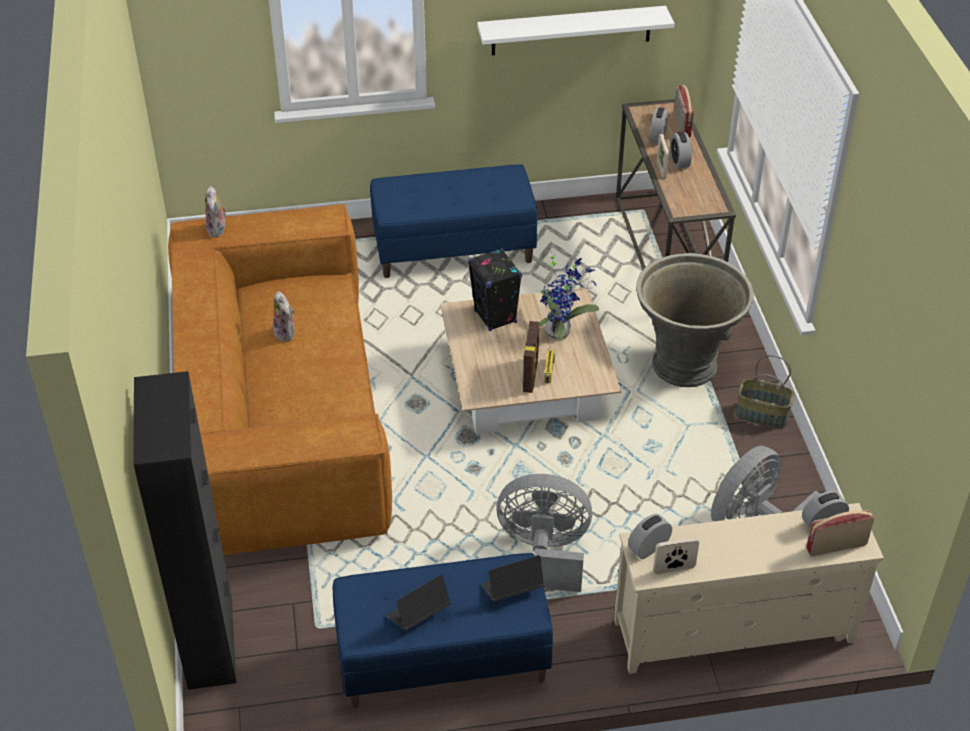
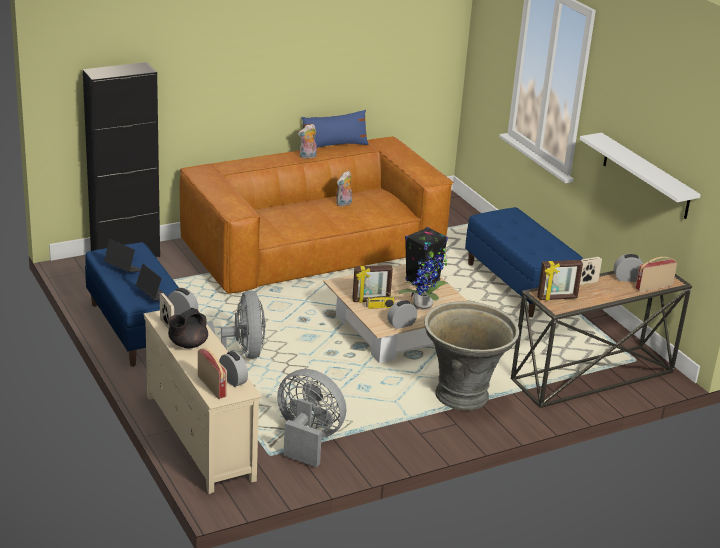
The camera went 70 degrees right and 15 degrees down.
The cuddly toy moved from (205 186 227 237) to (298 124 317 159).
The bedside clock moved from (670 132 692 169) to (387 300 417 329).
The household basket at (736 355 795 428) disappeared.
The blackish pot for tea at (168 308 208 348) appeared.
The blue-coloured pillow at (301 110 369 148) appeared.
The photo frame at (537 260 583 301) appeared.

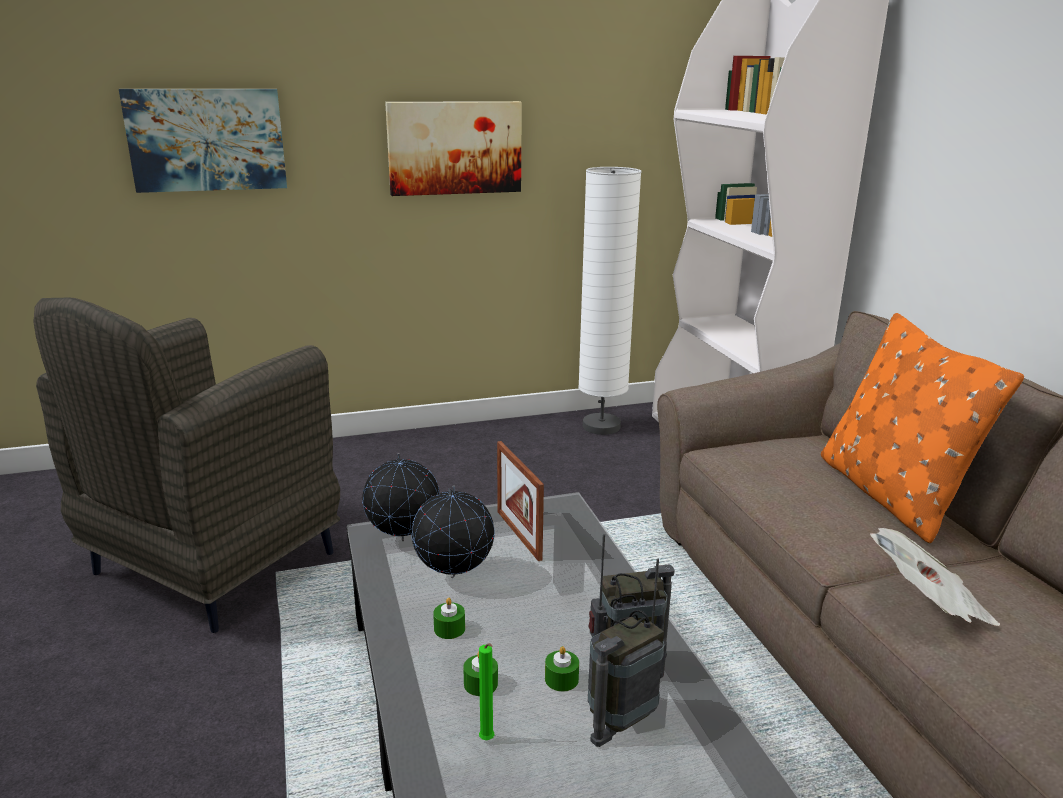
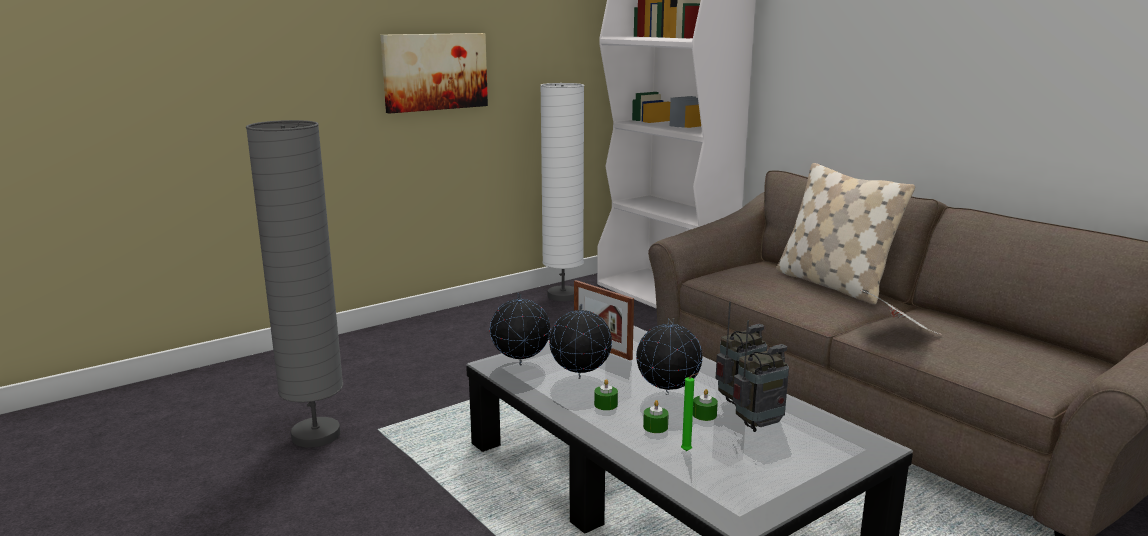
The camera went 20 degrees left and 5 degrees down.
The greyish lounge chair at (33 298 340 633) was replaced by the greyish standard lamp at (246 120 343 448).
The wall picture at (119 89 287 193) disappeared.
The radio set at (588 559 667 747) turned 150 degrees counterclockwise.
The orangey pillow at (821 313 1024 543) became the beige pillow at (776 163 915 305).
The world globe at (636 318 703 395) appeared.

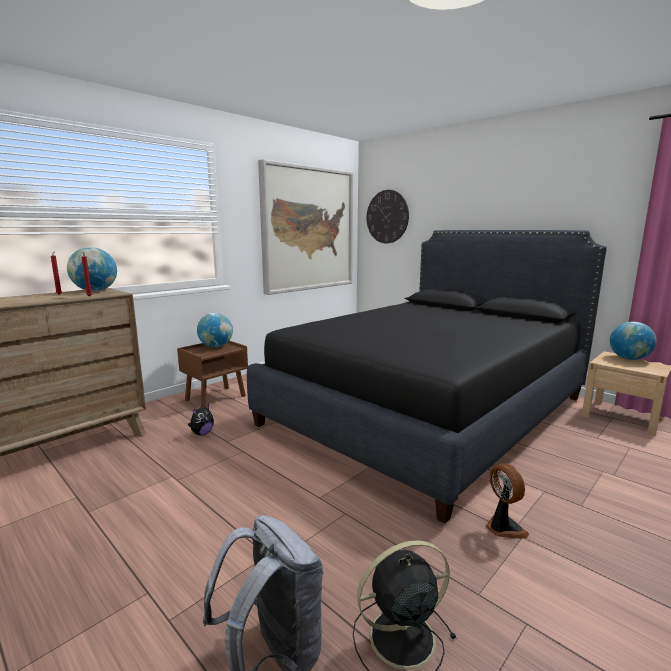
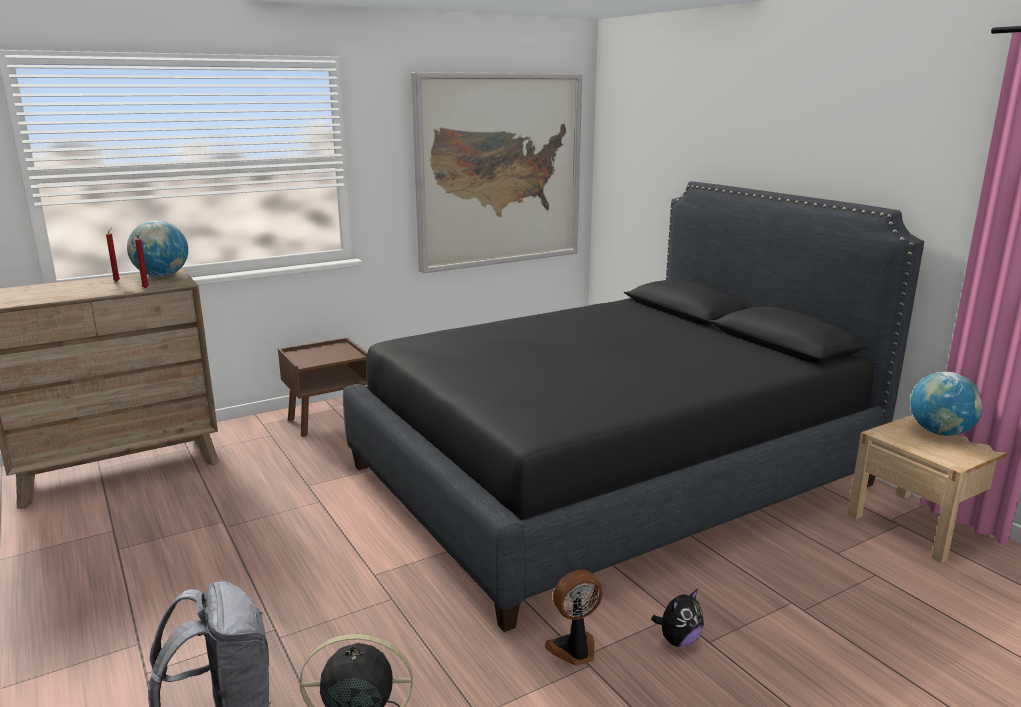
The camera went 15 degrees right and 5 degrees up.
The cuddly toy moved from (188 404 214 436) to (651 589 704 647).
The world globe at (197 313 233 348) disappeared.
The hanging clock at (366 190 409 243) disappeared.
The cooling fan at (485 463 529 539) turned 105 degrees counterclockwise.

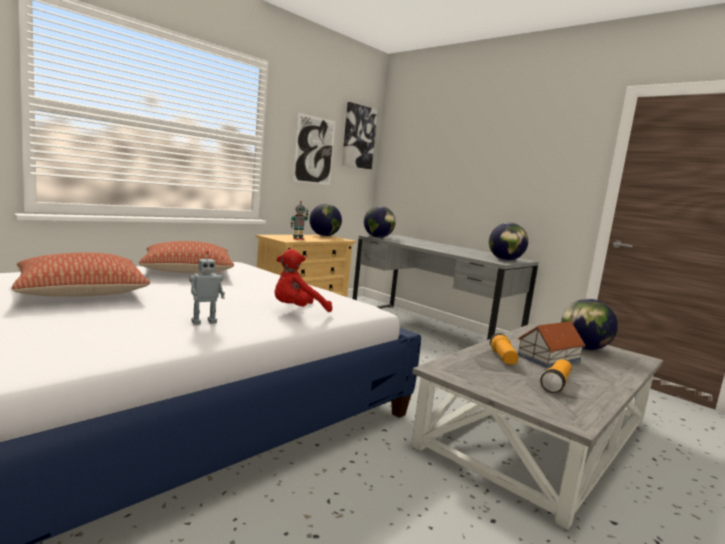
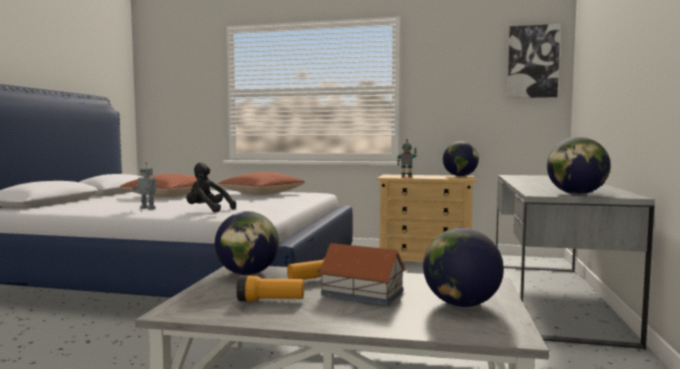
The camera went 60 degrees right and 5 degrees down.
The red-coloured cuddly toy at (274 249 332 312) became the blackish cuddly toy at (186 163 236 213).
The wall picture at (293 113 335 185) disappeared.
The world globe moved from (364 206 396 238) to (215 211 279 275).

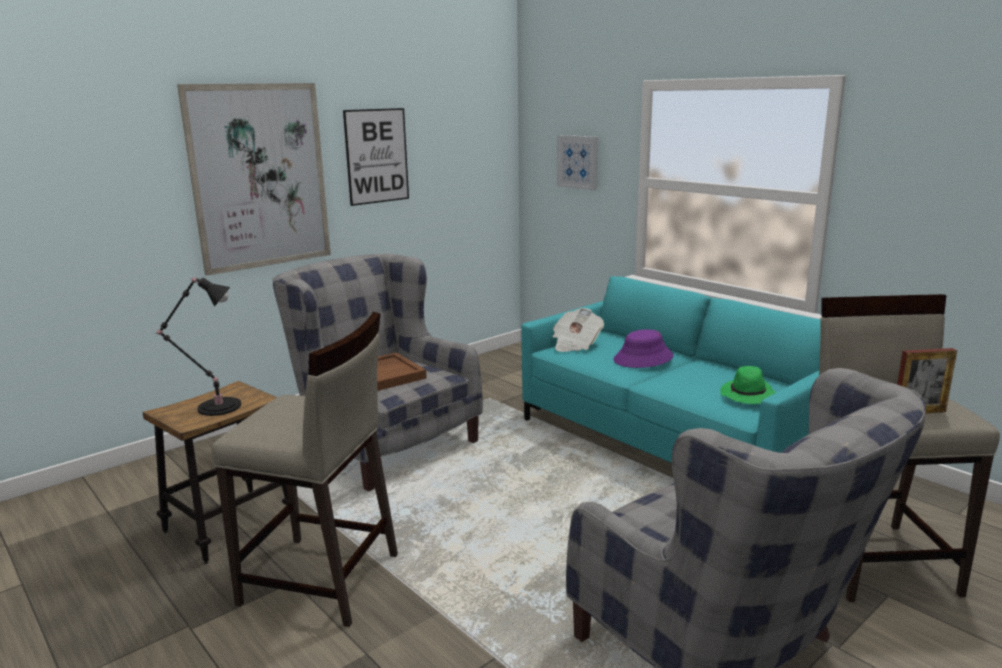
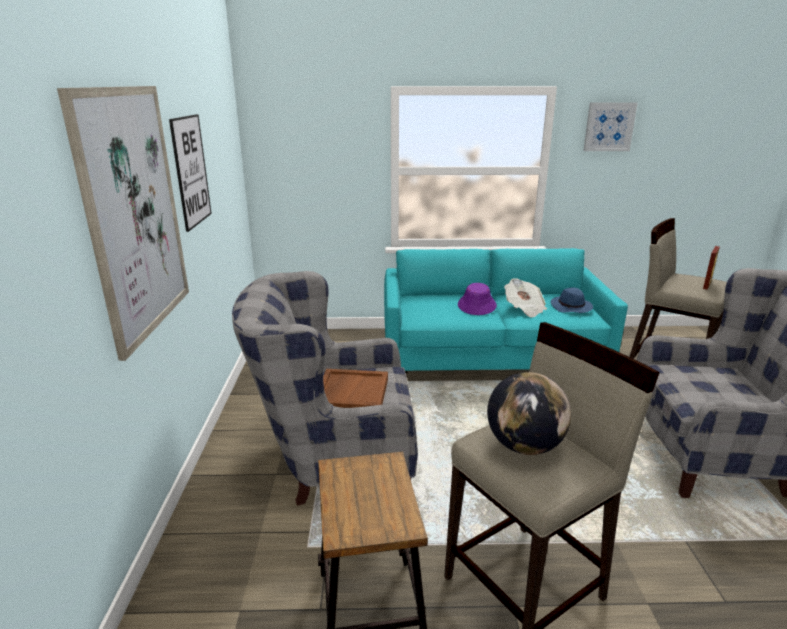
The camera went 50 degrees left and 5 degrees up.
The blackish lamp for a table at (155 277 241 416) disappeared.
The printed paper moved from (552 308 604 352) to (504 278 547 317).
The wall picture moved from (557 135 598 191) to (583 102 638 151).
The greenish wearable hat at (720 366 776 404) became the blue-coloured wearable hat at (551 287 593 313).
The world globe at (487 372 571 455) appeared.

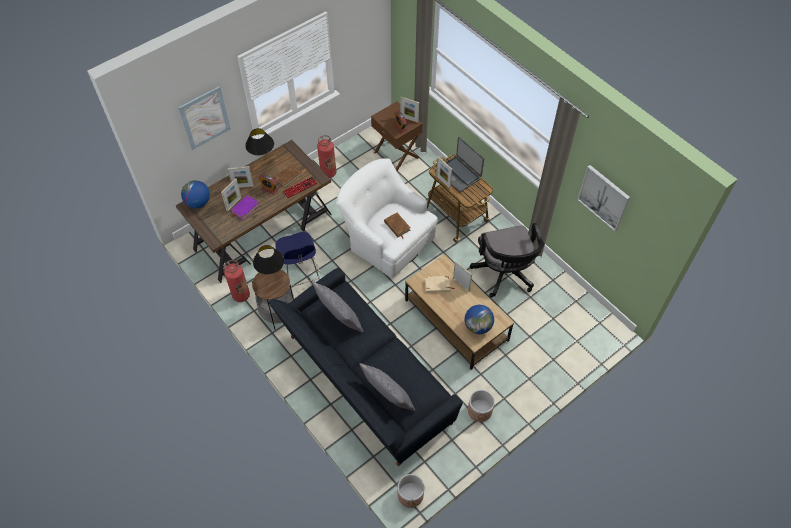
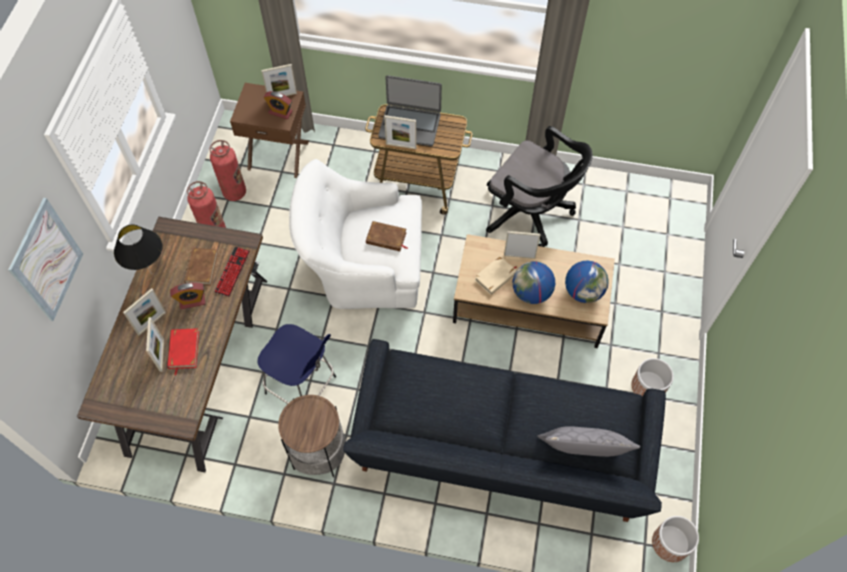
The camera went 40 degrees left and 5 degrees up.
The world globe moved from (181 180 210 208) to (513 261 555 304).
The extinguisher moved from (224 260 250 302) to (210 140 246 201).
The purple-coloured book at (231 195 259 220) became the red-coloured book at (167 328 199 375).
The blackish lamp for a table at (253 245 284 279) disappeared.
The greyish pillow at (312 281 364 333) disappeared.
The wall picture at (577 165 630 231) disappeared.

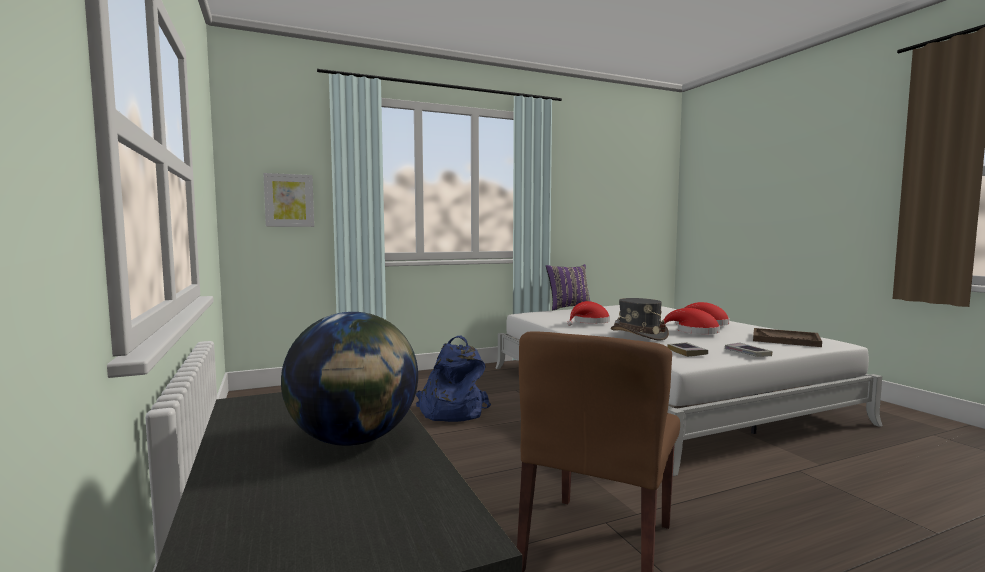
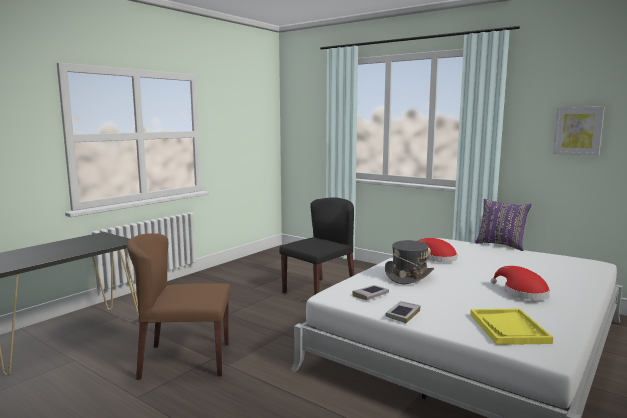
The camera went 60 degrees right and 5 degrees up.
The wall picture moved from (263 173 314 227) to (553 107 605 156).
The world globe at (281 312 418 446) disappeared.
The blue-coloured knapsack at (416 336 491 422) was replaced by the blackish chair at (279 197 354 295).
The red-coloured wearable hat at (664 308 720 334) disappeared.
The brown carrying tray at (753 328 822 347) became the yellow carrying tray at (470 309 553 345).

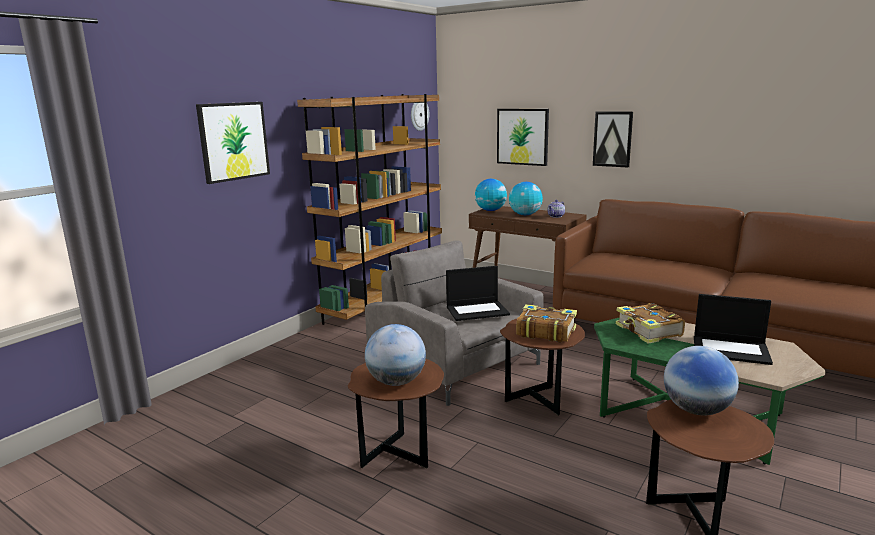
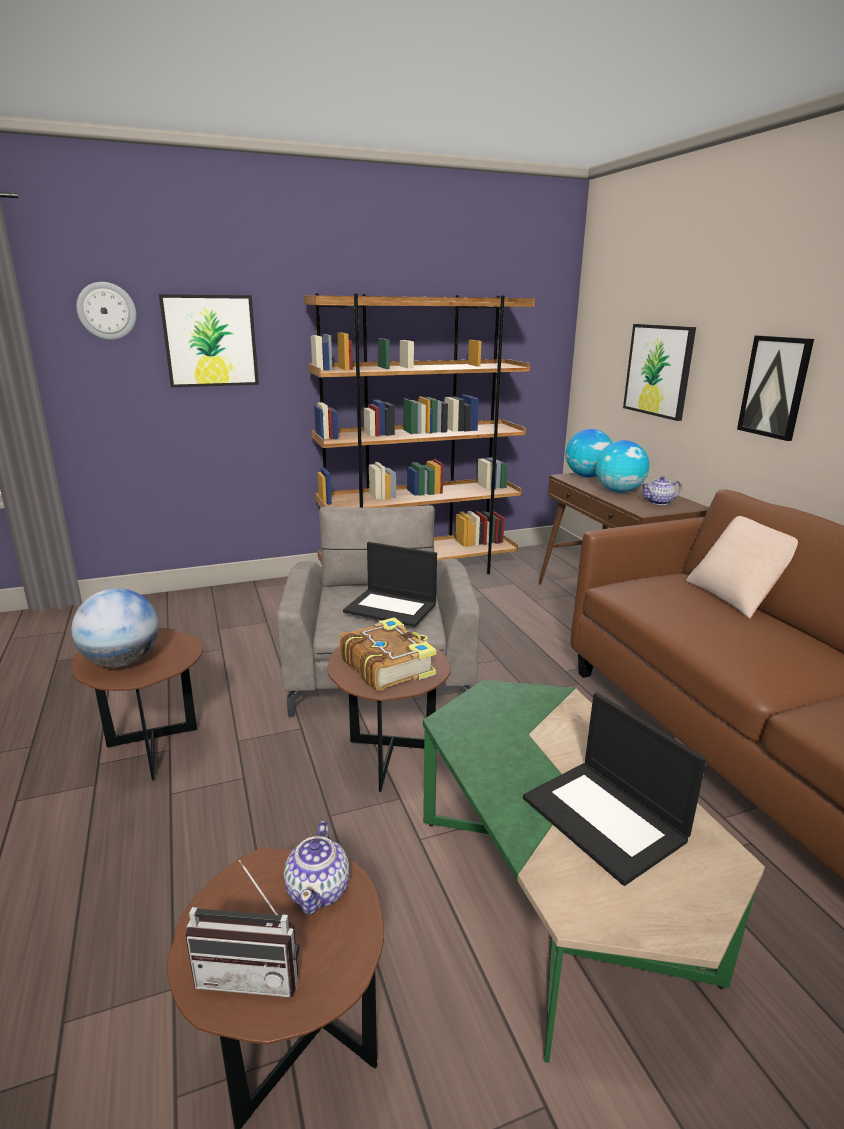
The camera went 35 degrees right and 5 degrees up.
The hanging clock moved from (411 103 429 131) to (76 282 136 340).
The book at (616 303 685 343) disappeared.
The world globe at (664 346 739 415) was replaced by the pot for tea at (284 820 350 915).
The radio set at (185 860 299 997) appeared.
The beige pillow at (686 516 798 619) appeared.

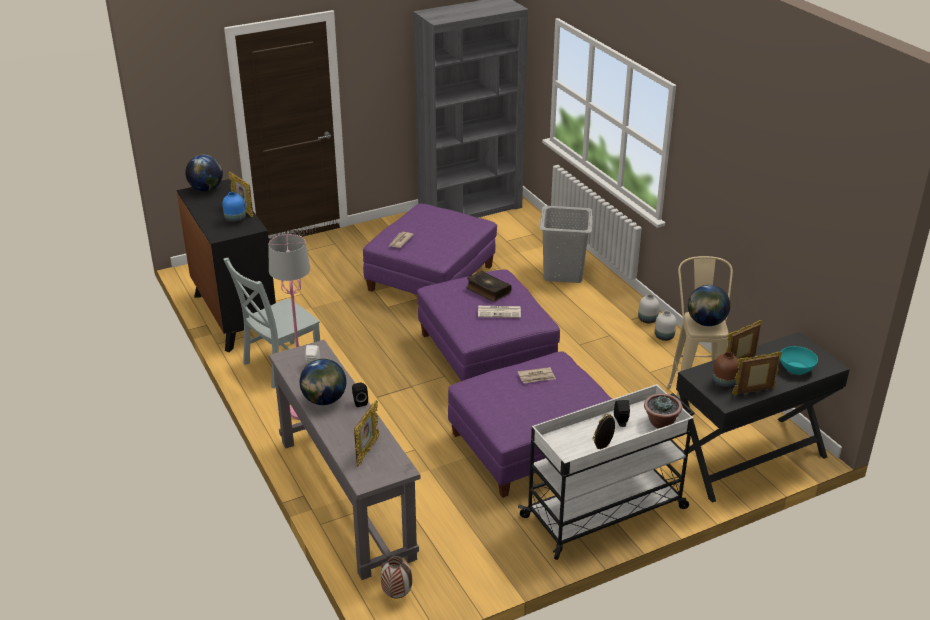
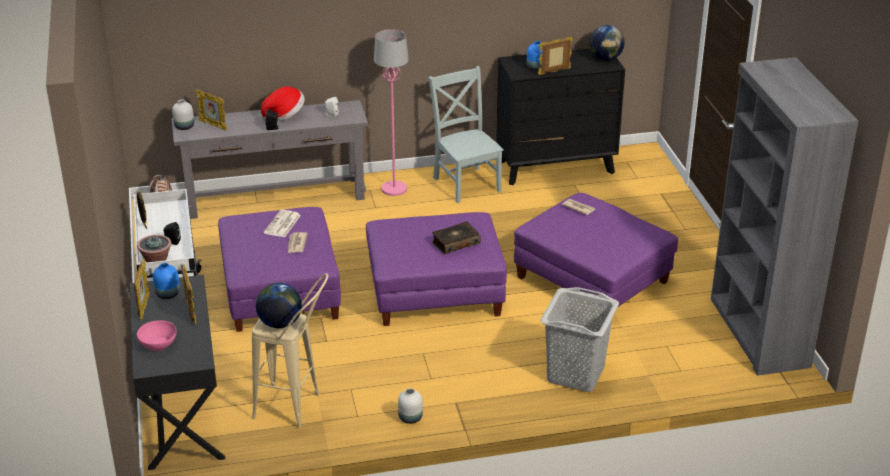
The camera went 105 degrees right and 0 degrees up.
The world globe at (300 359 346 405) was replaced by the wearable hat at (261 87 305 121).
The printed paper moved from (478 306 521 318) to (264 210 301 237).
The white flower vase moved from (638 294 660 323) to (172 100 194 130).
The brown flower vase at (712 352 740 389) became the blue-coloured flower vase at (153 263 180 299).
The turquoise bowl at (780 346 818 375) became the pinkish bowl at (137 320 177 351).

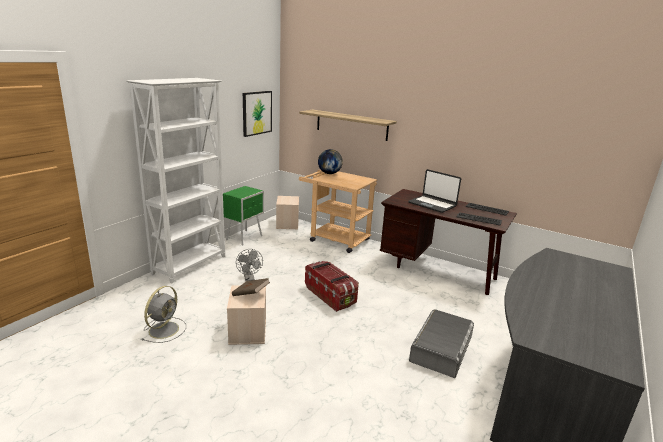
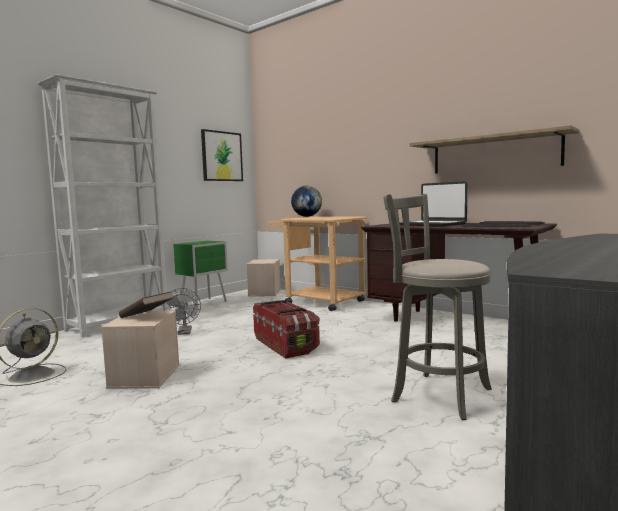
The camera went 10 degrees right and 15 degrees down.
The shelf moved from (299 109 397 141) to (410 125 580 174).
The greyish storage container at (409 309 474 378) was replaced by the greyish stool seat at (383 194 492 420).

